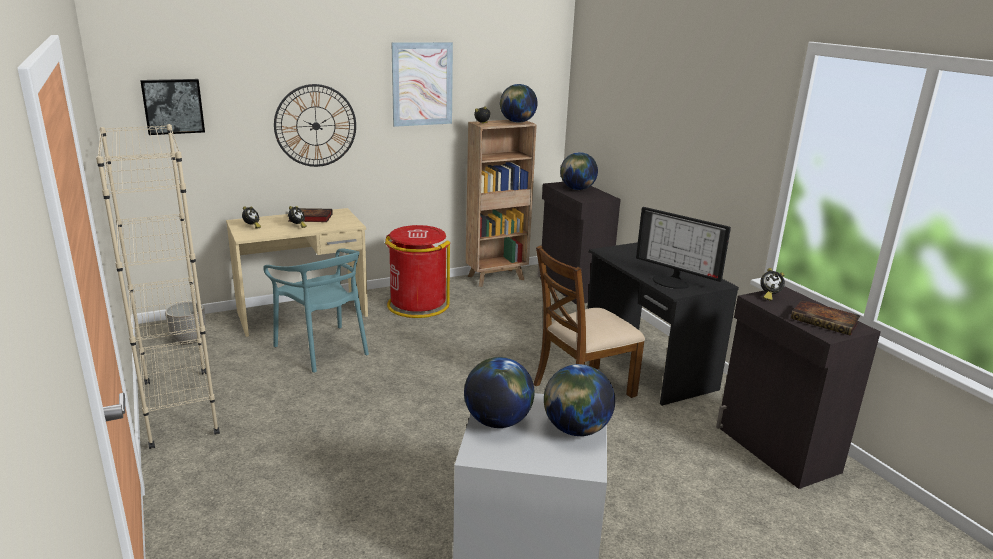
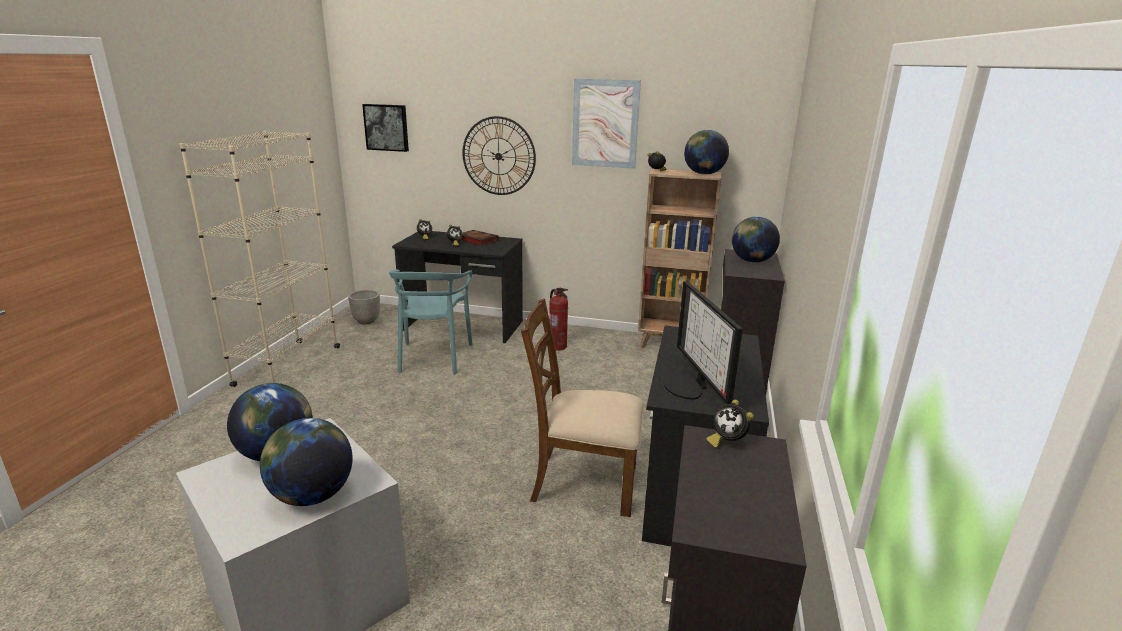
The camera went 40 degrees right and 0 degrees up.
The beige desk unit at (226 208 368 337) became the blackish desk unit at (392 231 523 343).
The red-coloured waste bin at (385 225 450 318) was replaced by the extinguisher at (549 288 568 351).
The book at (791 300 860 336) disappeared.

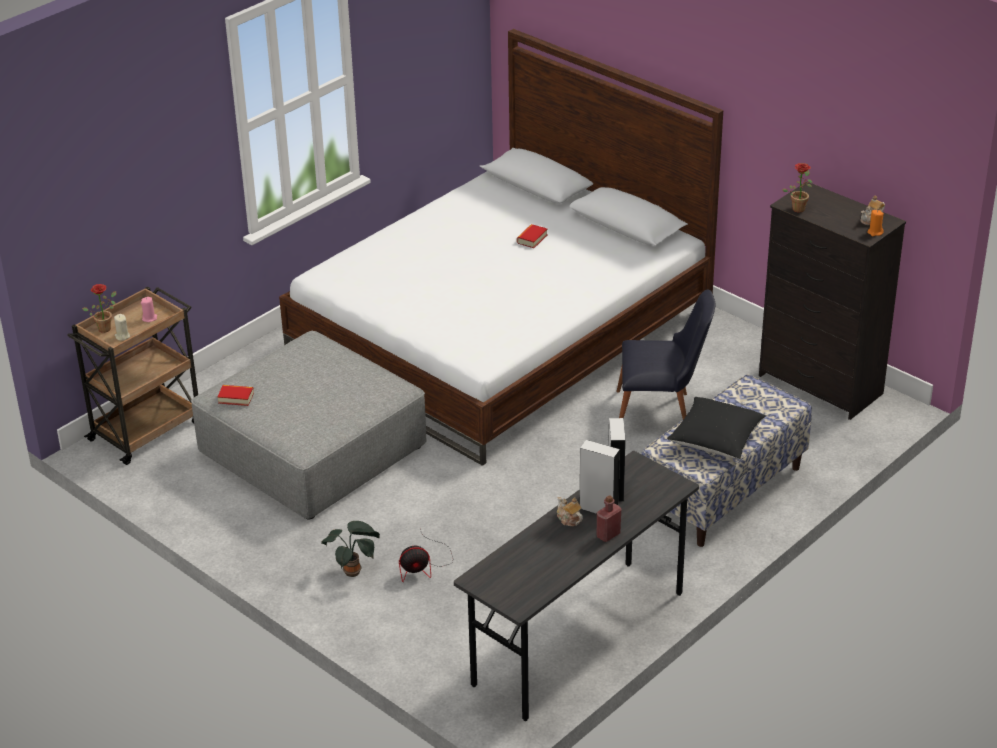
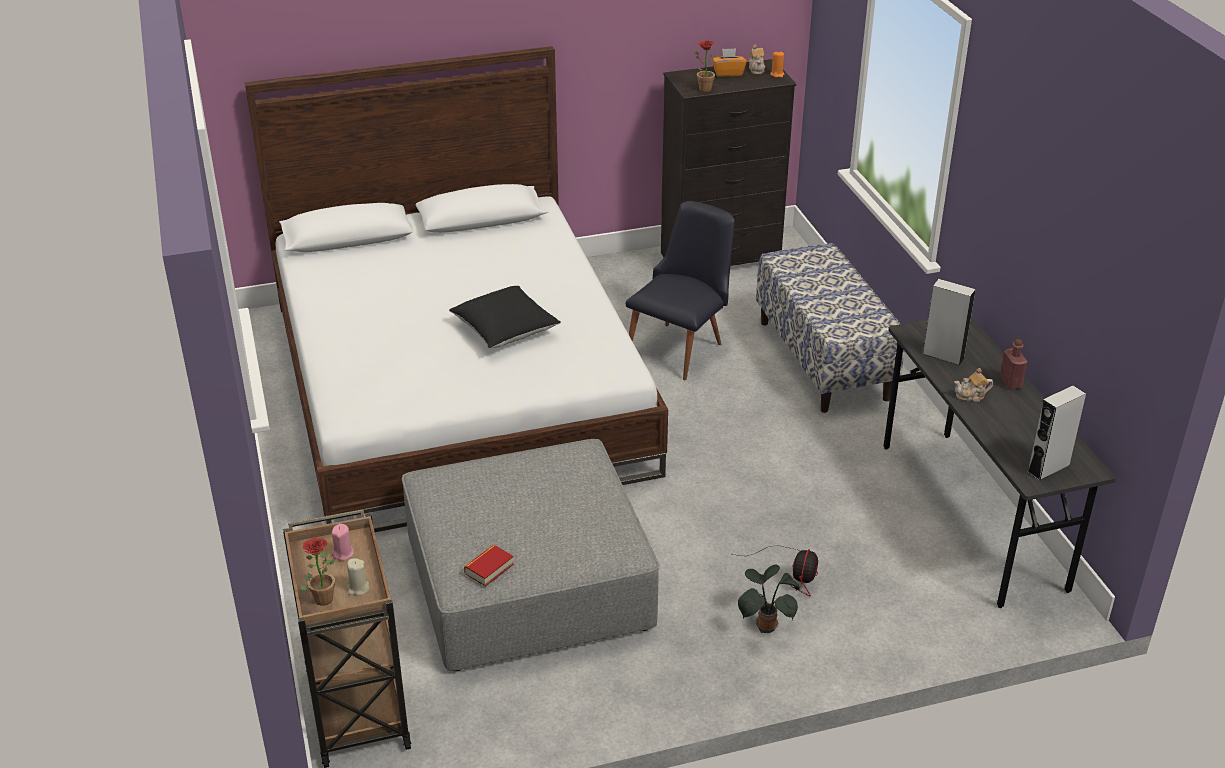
The camera went 60 degrees left and 0 degrees up.
The book at (517 224 547 248) disappeared.
The greyish speaker moved from (579 440 620 514) to (1027 385 1086 481).
The blackish pillow moved from (667 397 766 459) to (449 286 561 348).
The orangey box of tissues at (712 48 747 77) appeared.

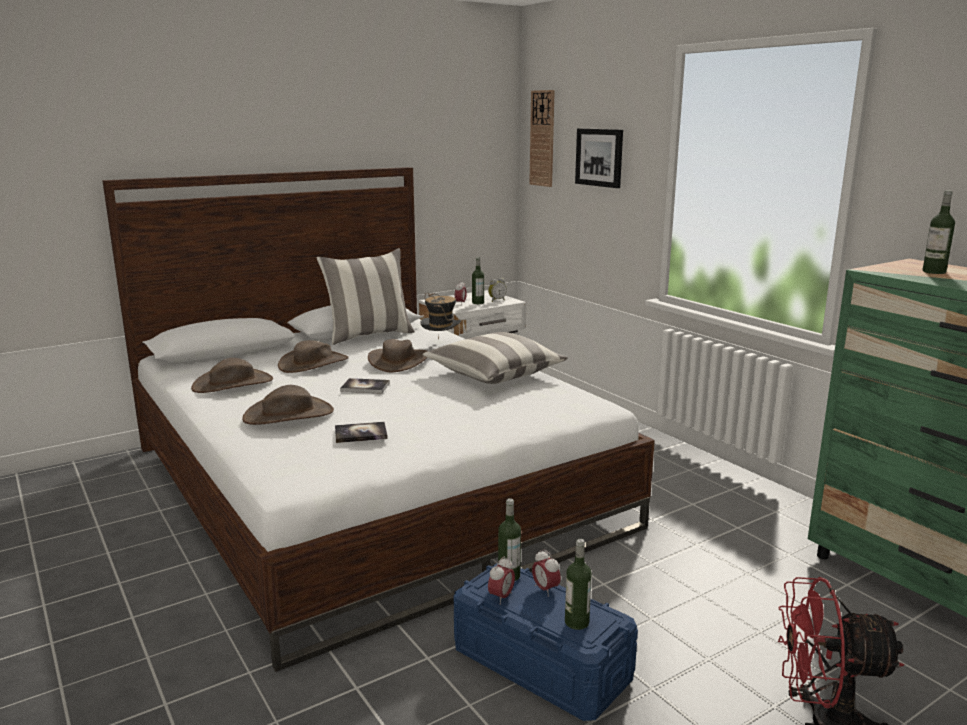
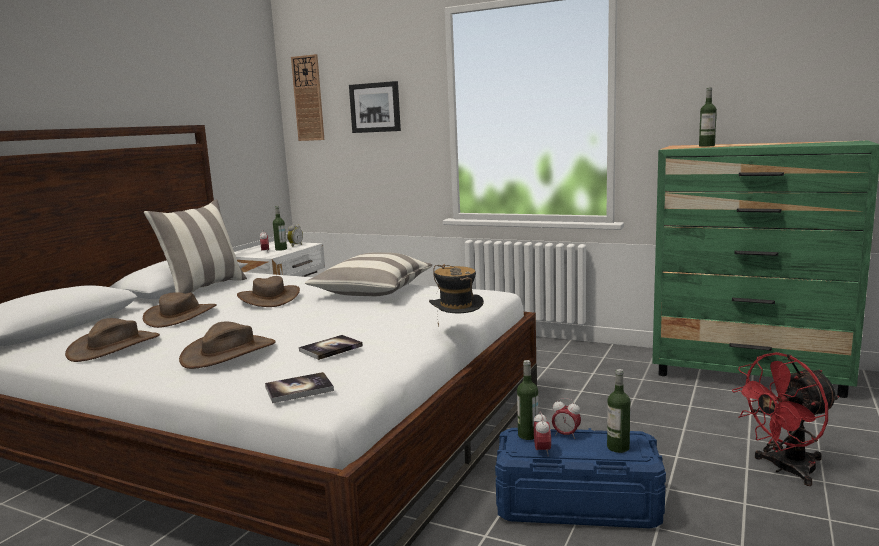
The camera went 30 degrees left and 5 degrees down.
The book moved from (340 378 390 394) to (265 372 334 403).
The wearable hat moved from (420 293 461 339) to (429 264 484 327).

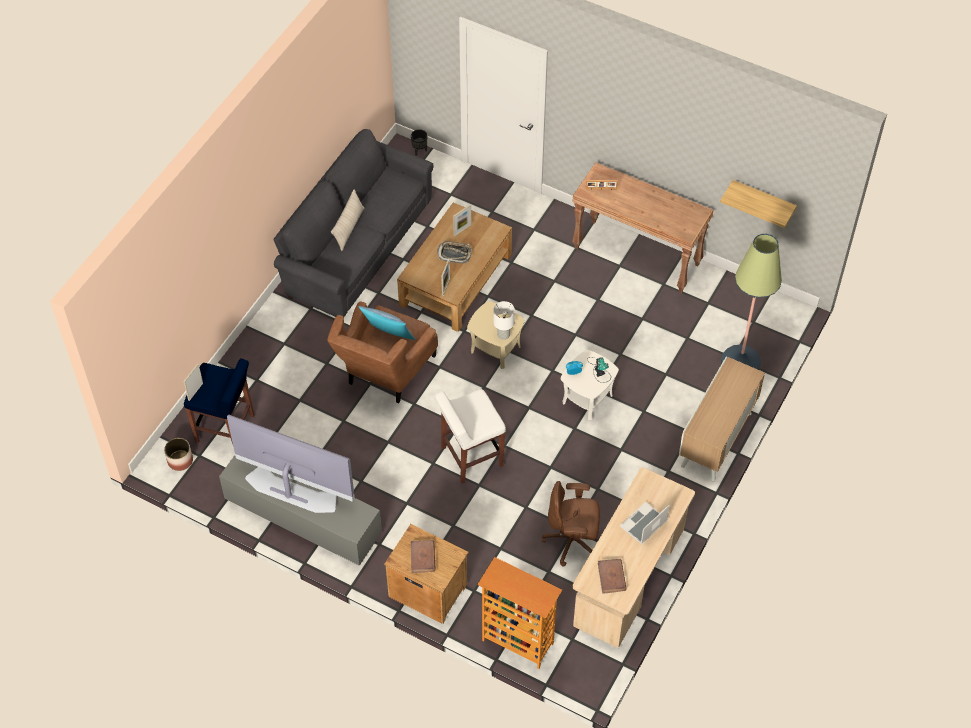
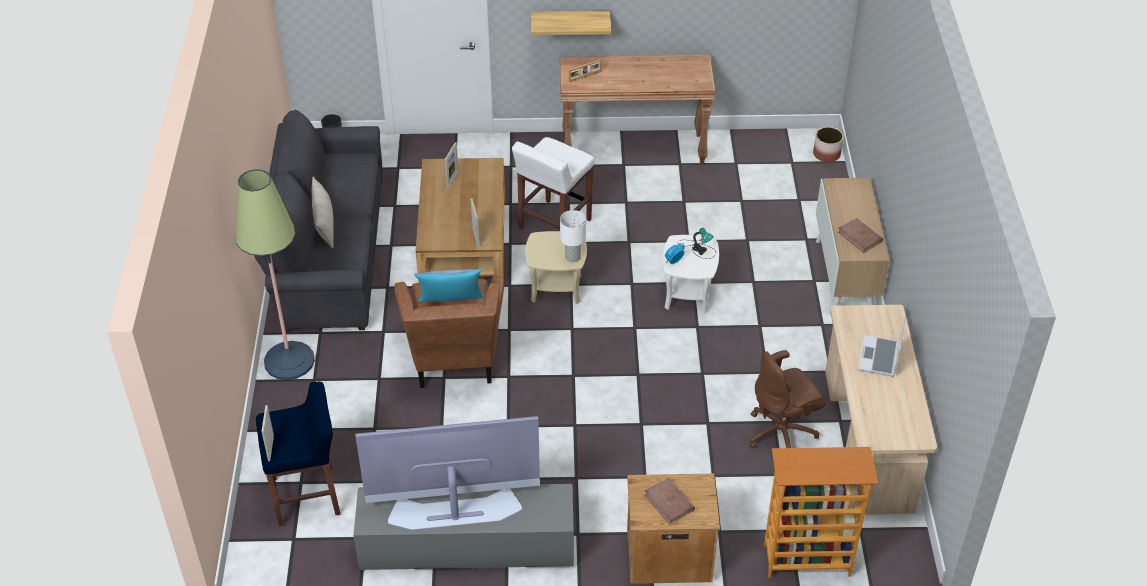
The camera went 30 degrees left and 10 degrees down.
The planter moved from (164 438 193 471) to (813 127 843 162).
The white stool seat moved from (435 389 506 483) to (512 137 595 230).
The carrying tray at (437 241 472 264) disappeared.
The brown book moved from (598 559 627 594) to (838 218 883 253).
The shelf moved from (720 180 797 228) to (531 11 611 35).
The standard lamp moved from (721 234 782 370) to (235 169 315 380).

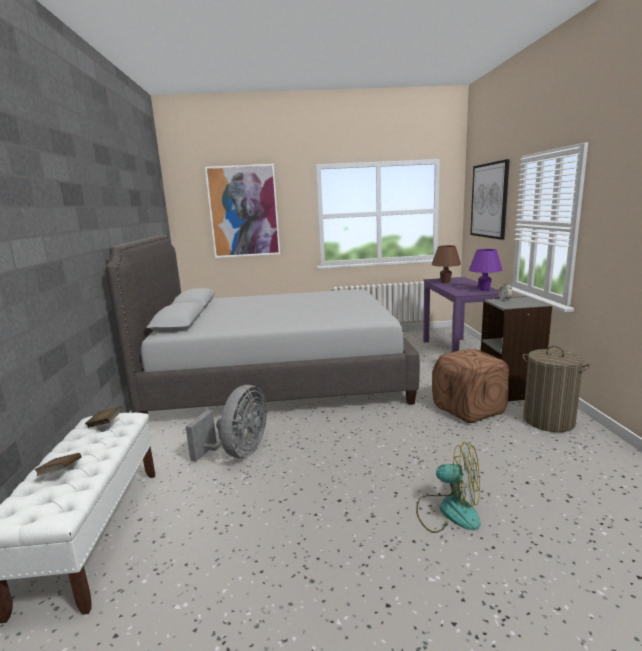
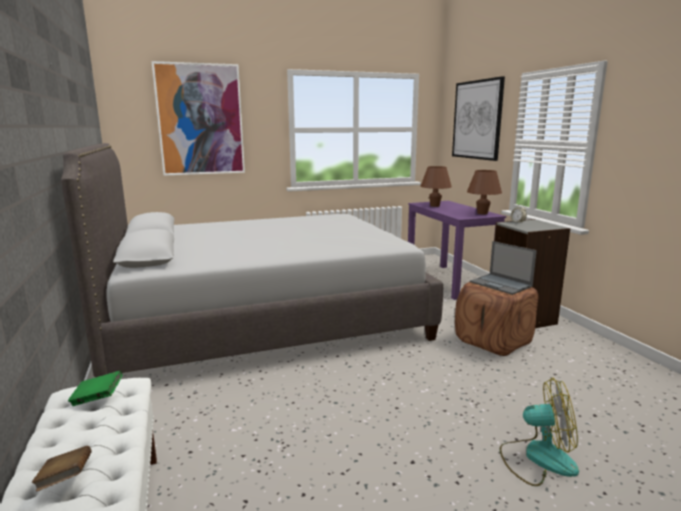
The camera went 15 degrees left and 0 degrees up.
The brown book at (85 406 123 428) became the greenish book at (68 371 123 406).
The greyish cooling fan at (185 385 267 462) disappeared.
The purple-coloured lamp for a table at (469 249 502 291) became the brown lamp for a table at (467 170 502 214).
The laundry basket at (523 346 591 432) disappeared.
The portable computer at (470 241 537 295) appeared.

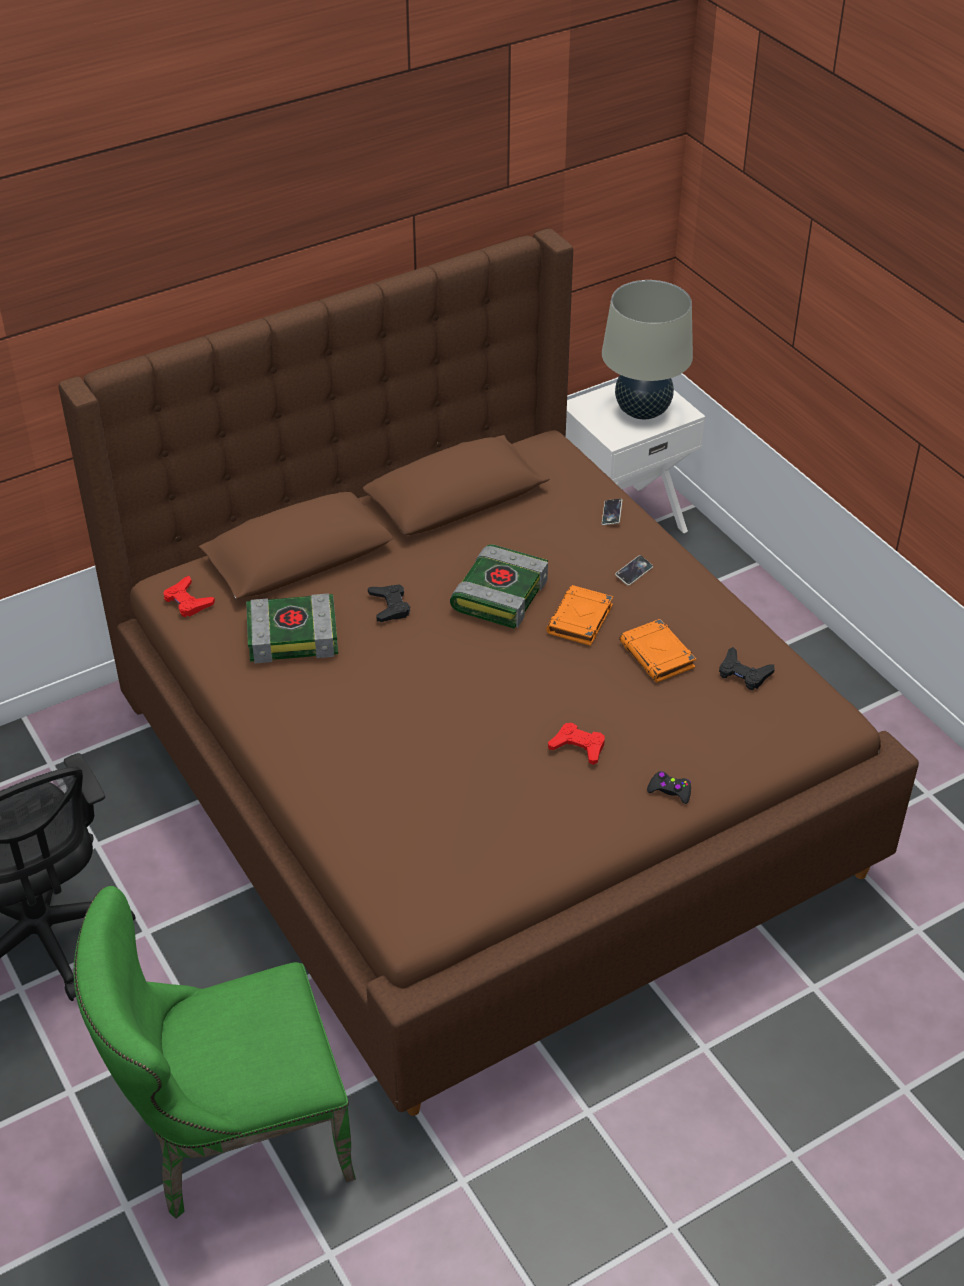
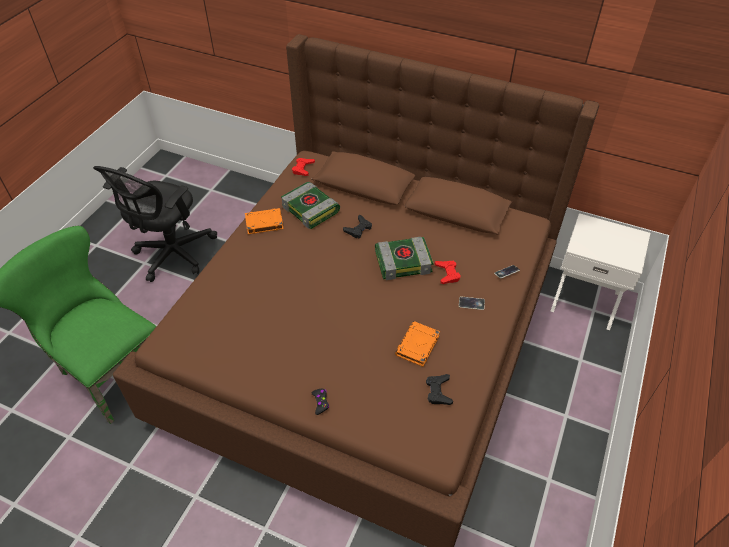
The camera went 55 degrees right and 5 degrees up.
The orangey book moved from (546 585 613 646) to (245 208 284 234).
The red-coloured gamepad moved from (548 723 605 765) to (435 261 461 284).
The beige lamp for a table at (602 280 693 419) disappeared.

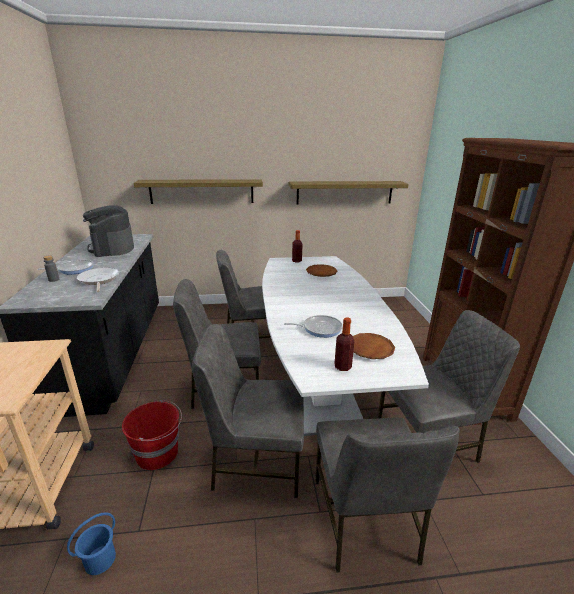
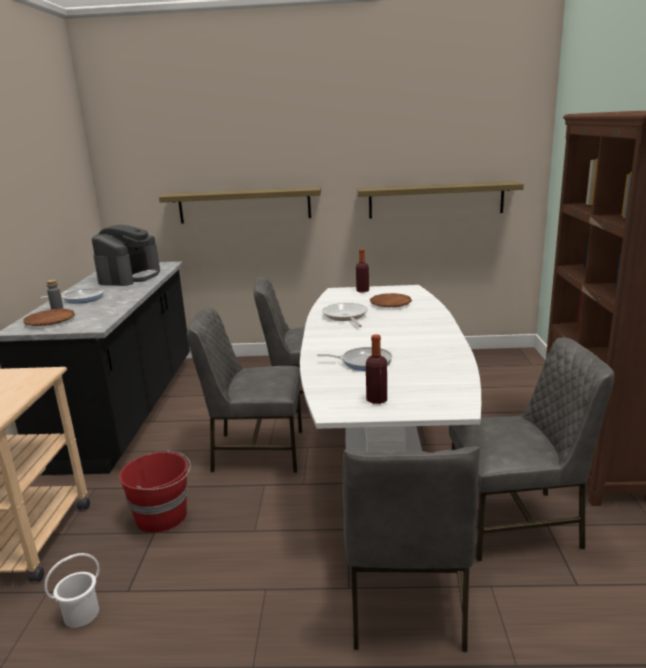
The camera went 10 degrees right and 5 degrees down.
The blue-coloured bucket at (67 512 116 575) became the white bucket at (44 553 100 628).
The frying pan moved from (77 268 119 292) to (322 303 368 327).
The coffee maker at (83 205 134 257) turned 150 degrees counterclockwise.
The greyish chair at (192 324 304 498) disappeared.
The brown flat dish moved from (353 333 395 359) to (23 309 75 326).

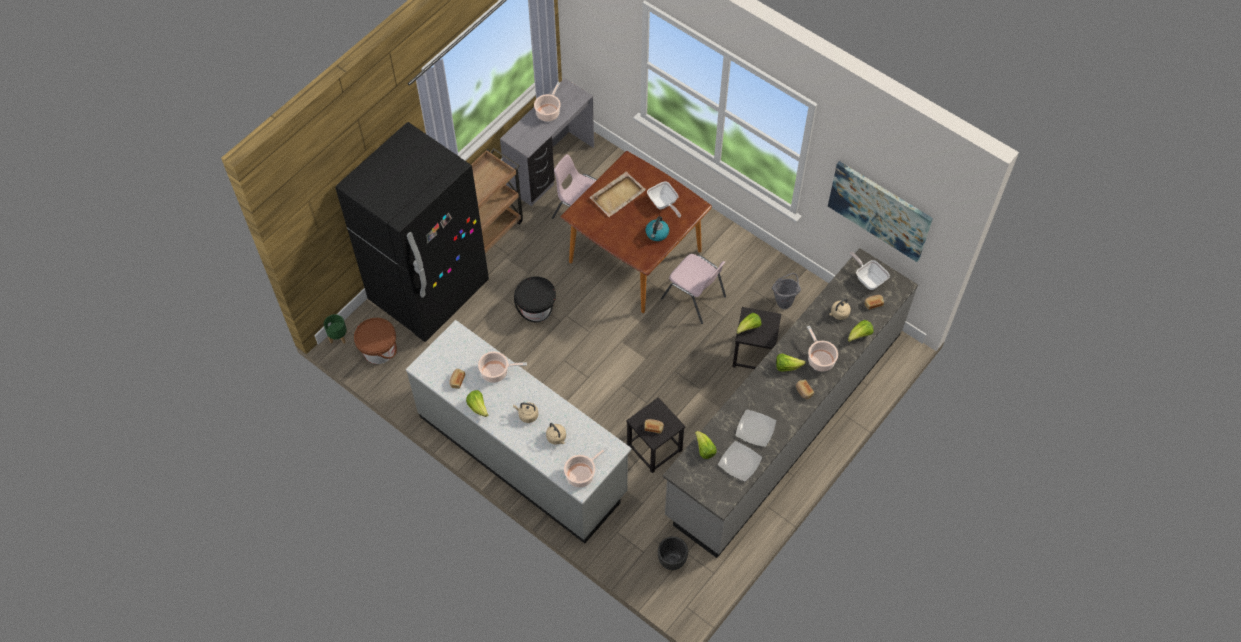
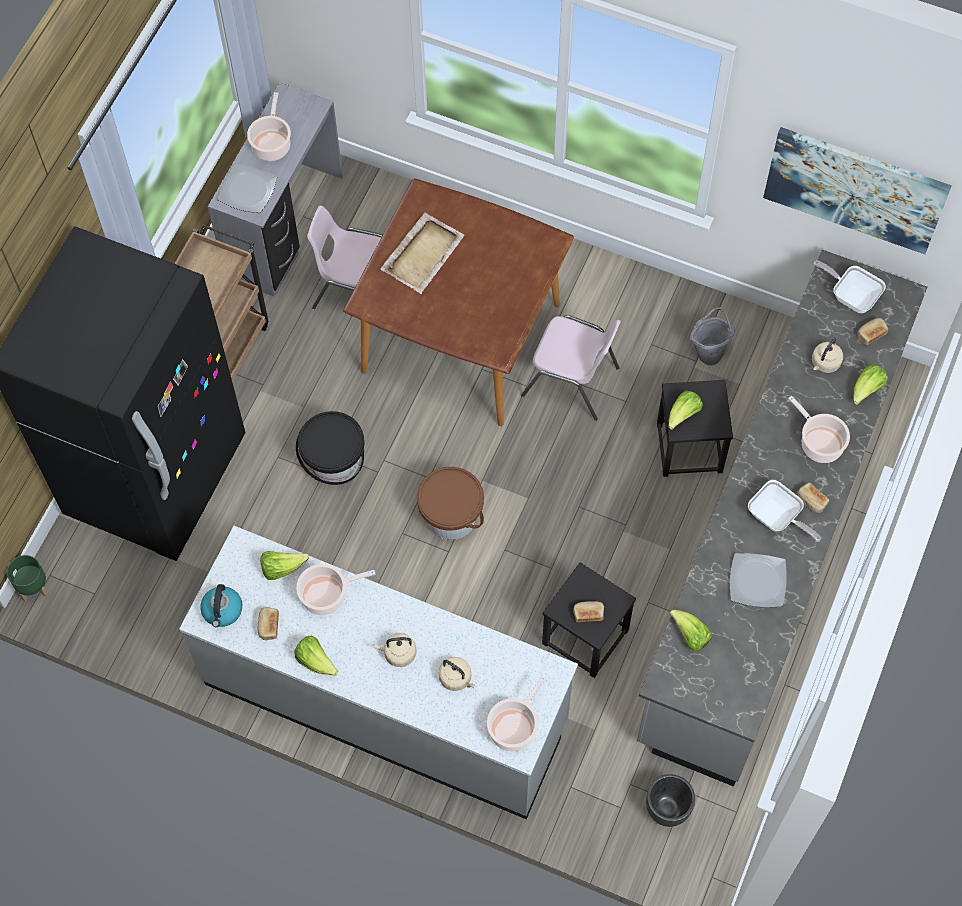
The camera went 15 degrees left and 5 degrees up.
The brown bucket moved from (354 318 397 364) to (417 467 484 540).
The water kettle moved from (646 216 669 241) to (200 584 242 627).
The frying pan moved from (647 182 681 218) to (748 480 821 542).
The flat dish moved from (718 441 762 482) to (218 164 277 213).
The head of lettuce moved from (776 353 806 372) to (260 551 309 580).

